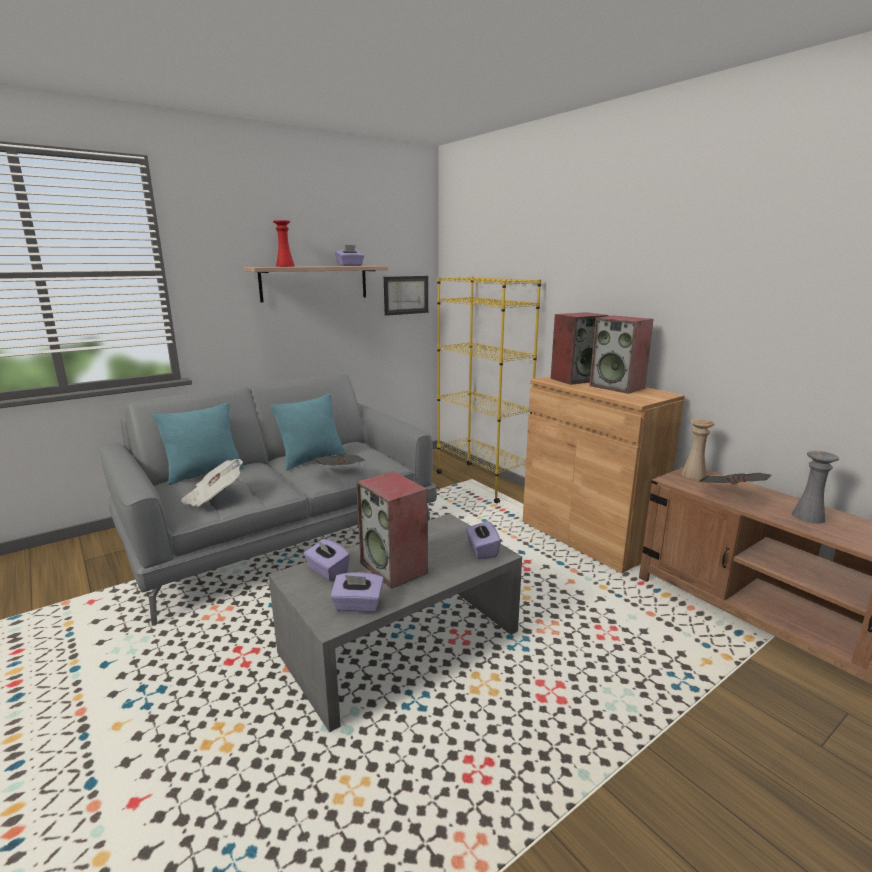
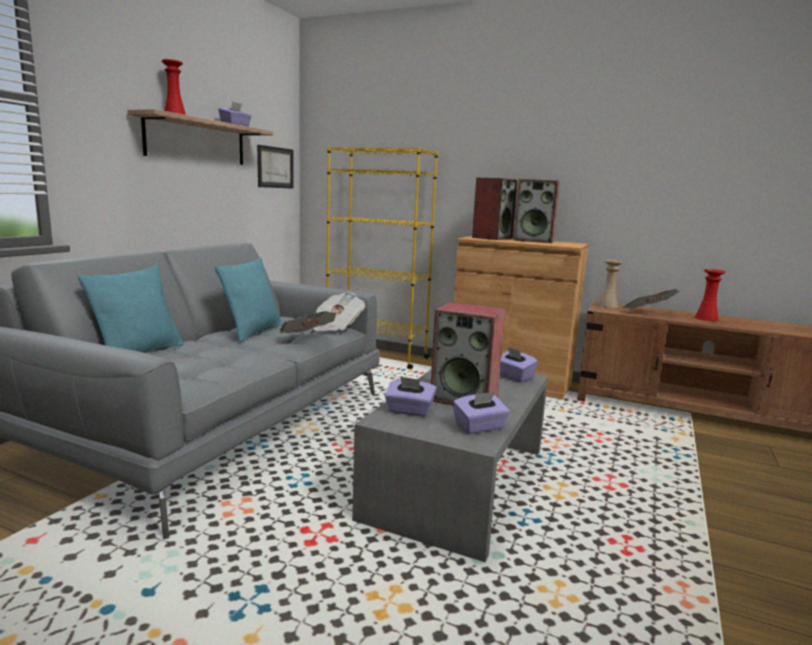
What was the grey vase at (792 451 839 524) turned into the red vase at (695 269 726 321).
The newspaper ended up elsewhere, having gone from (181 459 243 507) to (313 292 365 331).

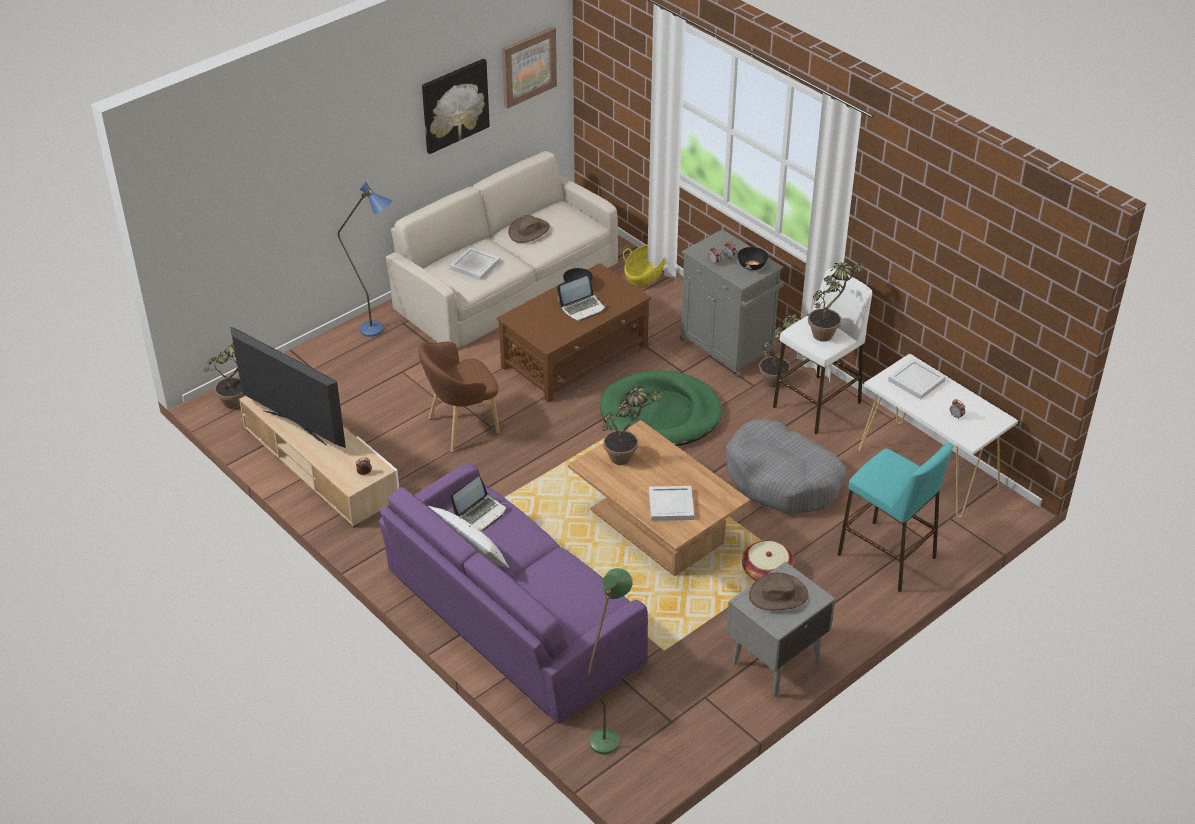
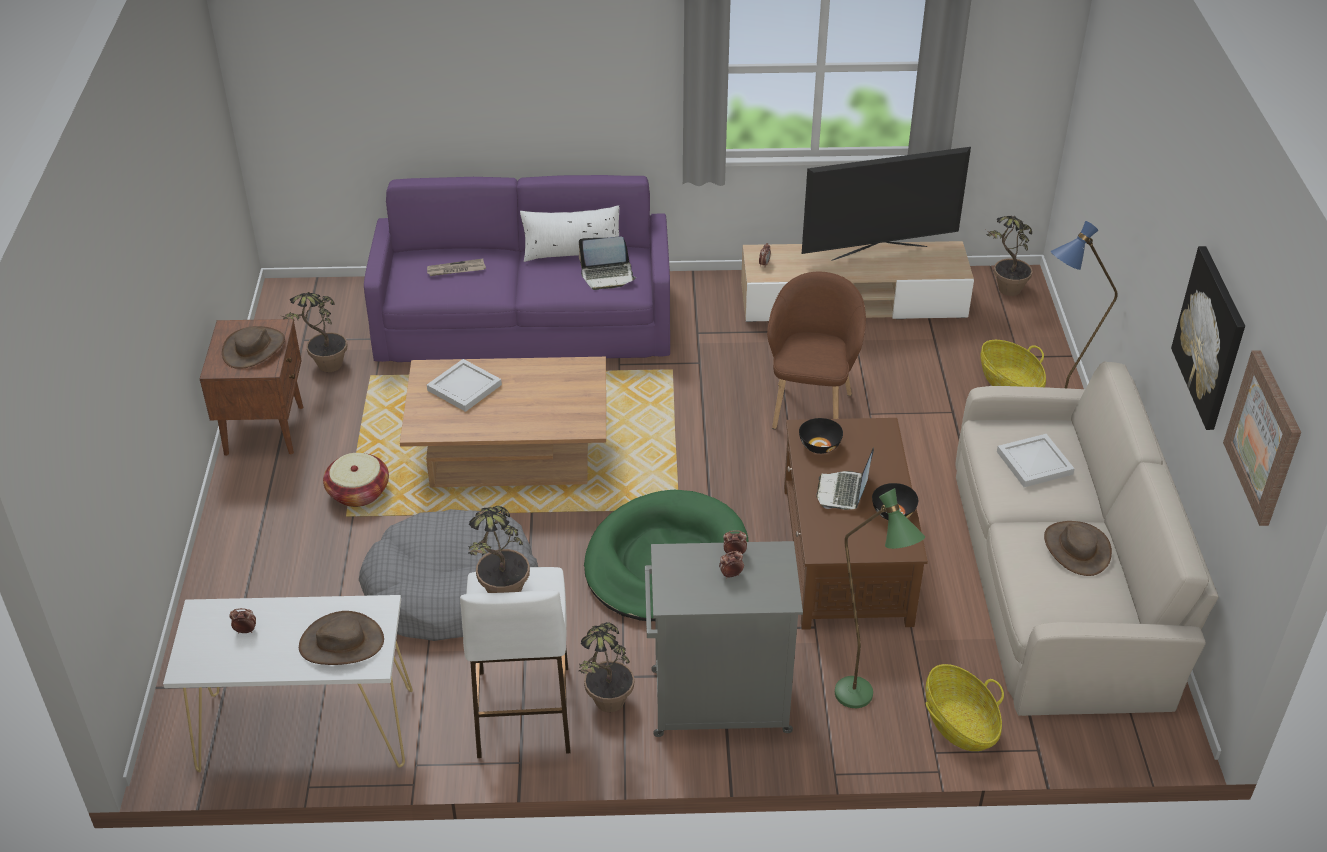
The black bowl ended up elsewhere, having gone from (738 247 768 270) to (799 418 843 454).
Where the white tray stood at (888 358 946 400), the brown hat came to stand at (299 611 384 665).
The potted plant ended up elsewhere, having gone from (602 387 665 465) to (279 292 348 372).
The second view lost the turquoise stool at (837 442 953 592).
The laptop at (450 477 507 530) ended up facing another way, 90 degrees counterclockwise from before.
What was the grey nightstand at (726 562 835 697) turned into the brown nightstand at (200 319 303 456).
The green floor lamp ended up elsewhere, having gone from (588 568 633 755) to (835 488 925 708).
The second view gained the newspaper at (427 258 486 276).
The second view gained the basket at (981 340 1046 387).

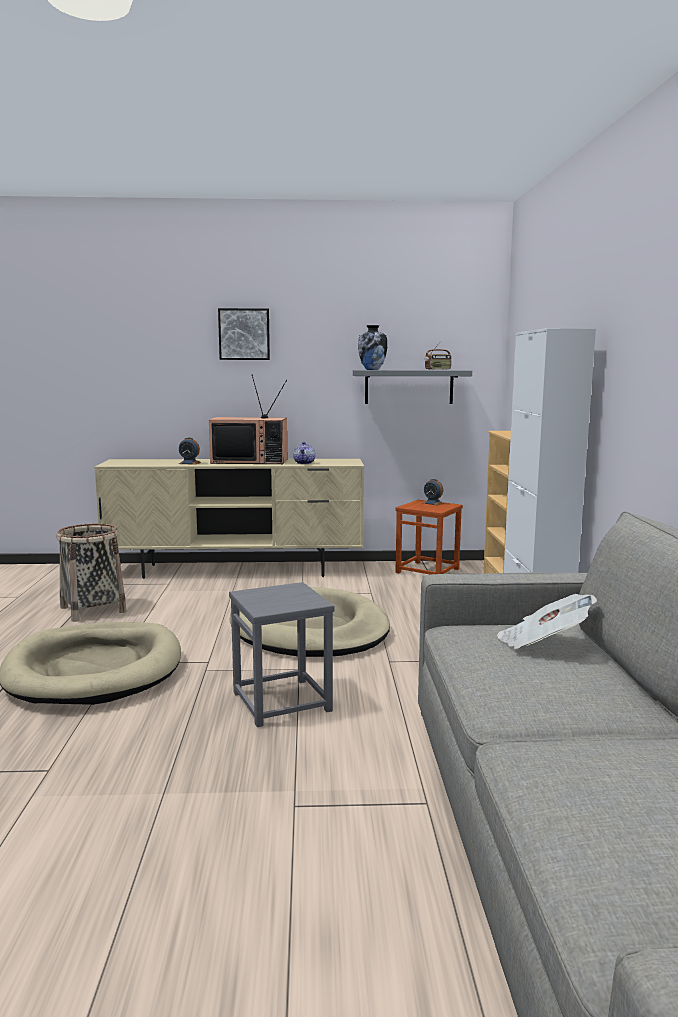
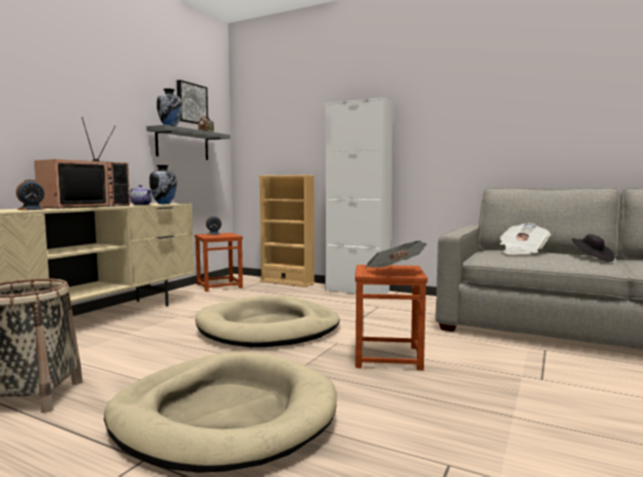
The picture ended up elsewhere, having gone from (218 308 270 360) to (177 80 208 124).
What was the grey stool at (229 582 335 727) turned into the brown stool at (355 265 428 371).
The second view gained the vase at (149 165 177 204).
The second view gained the black hat at (572 234 614 262).
The second view gained the newspaper at (365 241 427 268).

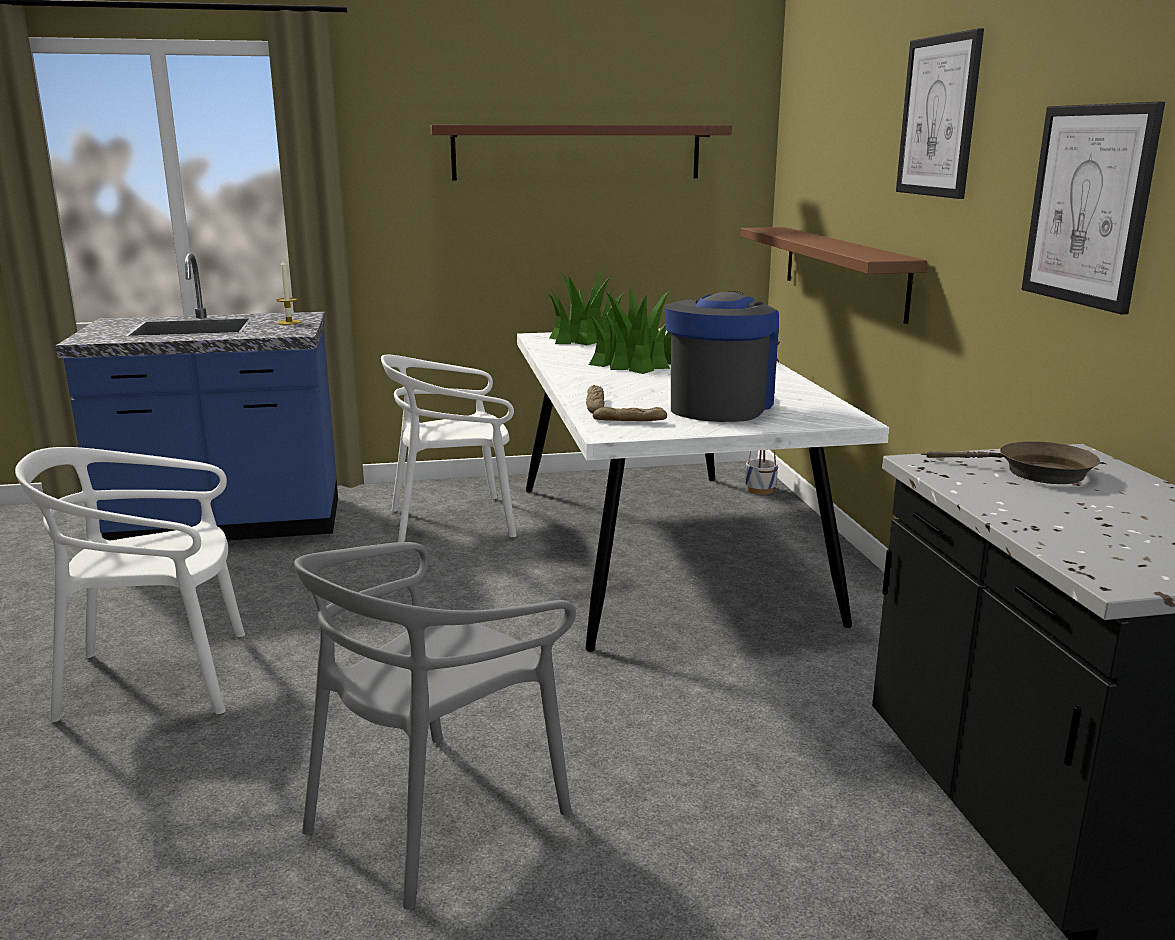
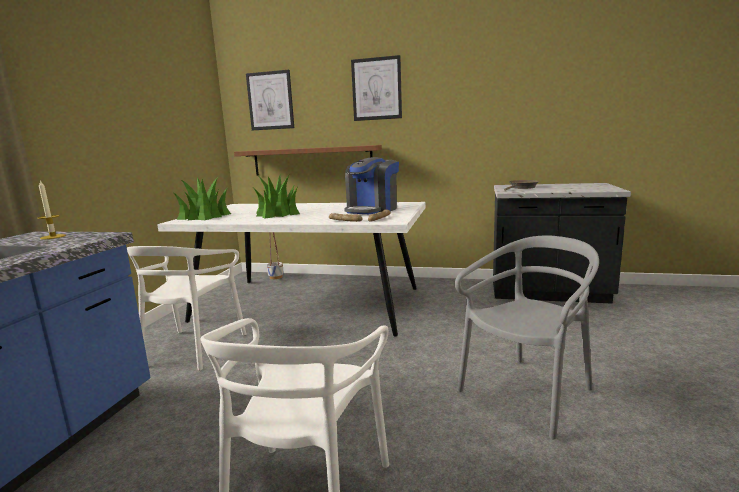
The picture ended up elsewhere, having gone from (1022 102 1165 314) to (246 70 294 130).
The second view lost the brown shelf at (430 125 732 180).
The coffee machine at (665 291 779 422) ended up facing another way, 105 degrees counterclockwise from before.
The grey chair at (294 542 576 910) ended up facing another way, 105 degrees counterclockwise from before.

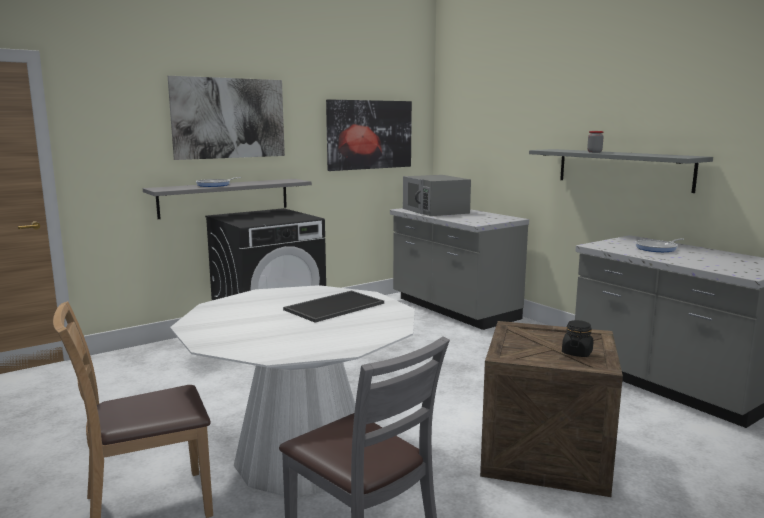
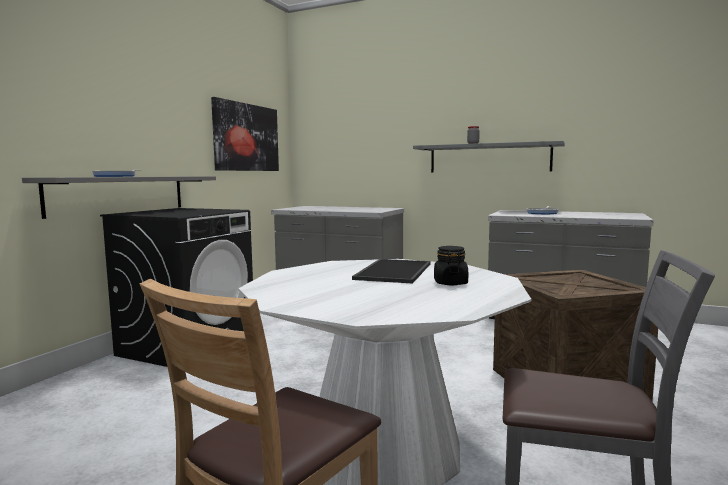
The second view lost the picture at (168 76 285 160).
The second view lost the grey microwave at (403 175 471 216).
The black jar ended up elsewhere, having gone from (562 320 593 357) to (434 246 468 285).

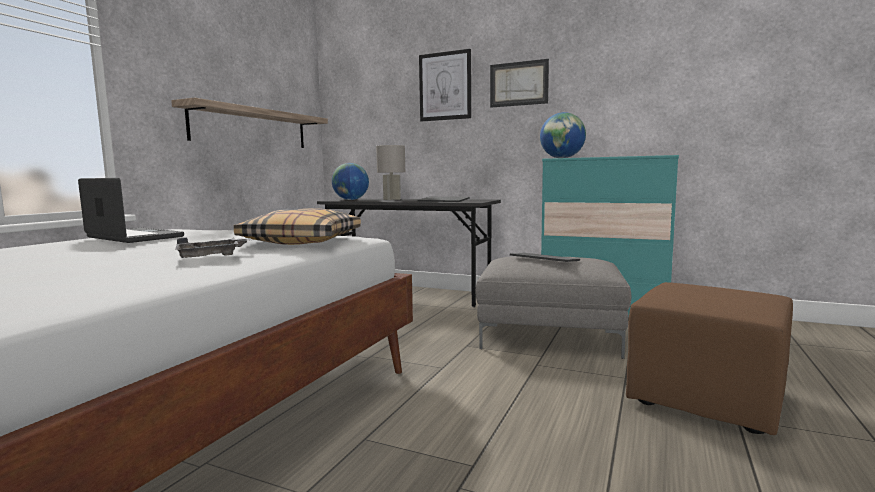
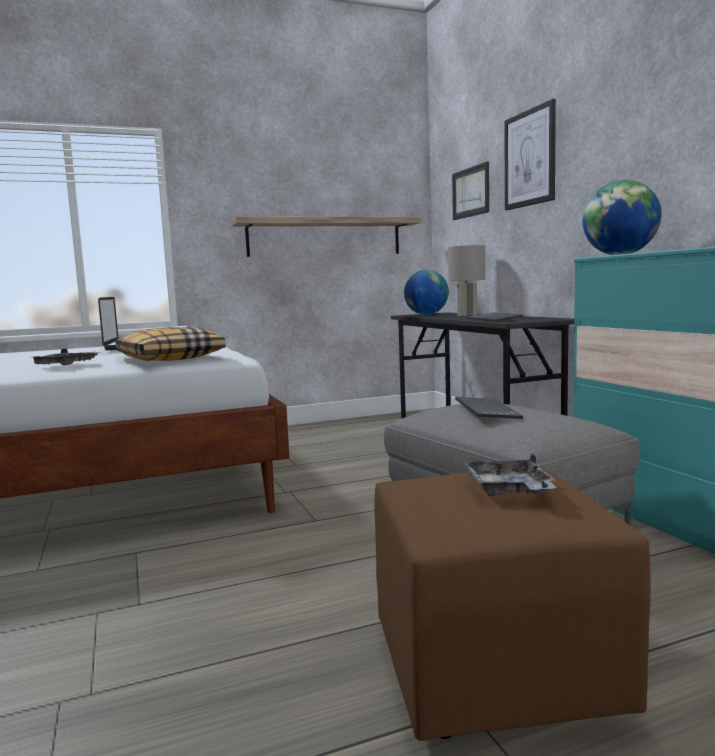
The picture ended up elsewhere, having gone from (490 59 549 108) to (452 161 489 220).
The second view gained the grey tray at (463 453 556 496).

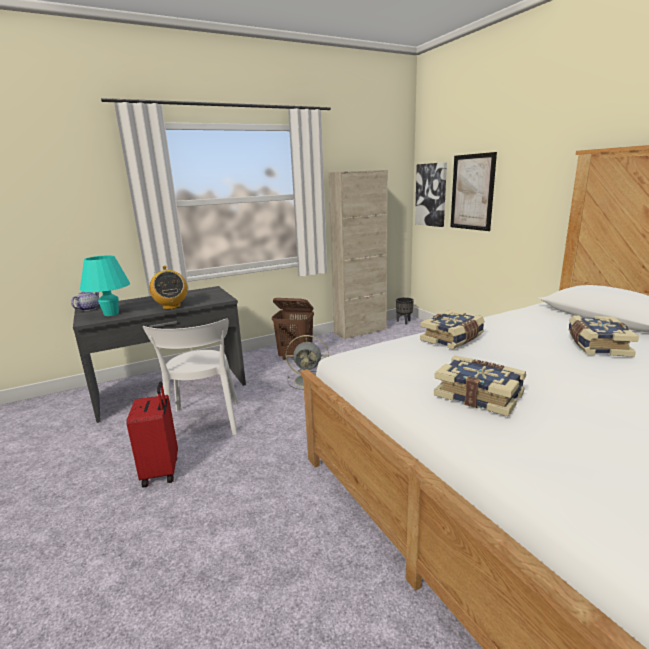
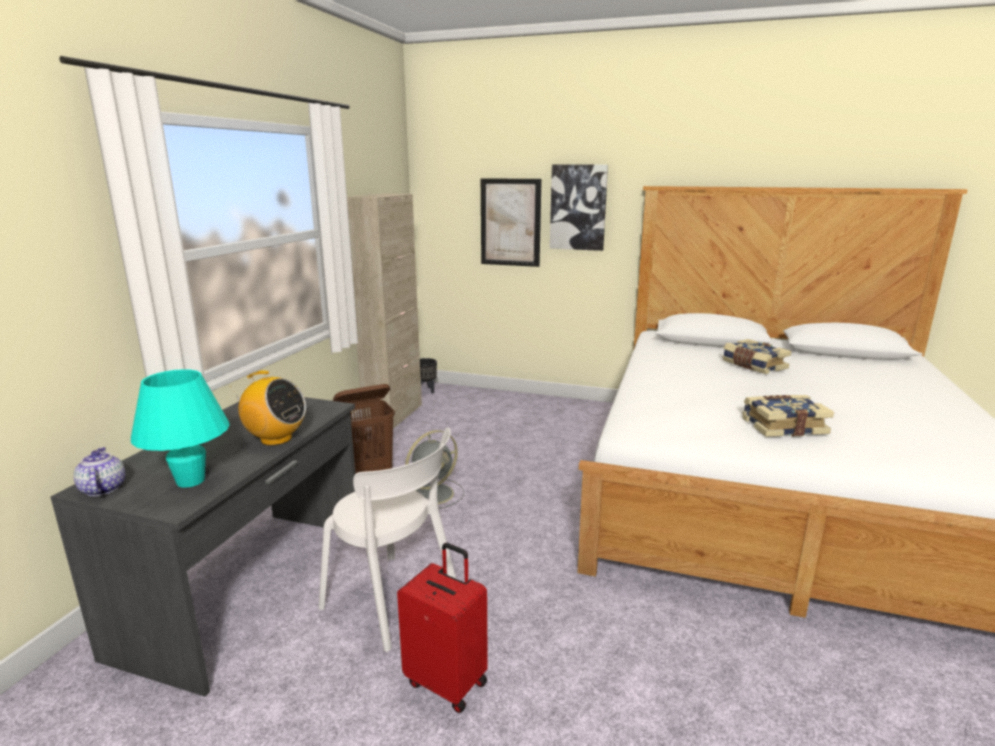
The picture ended up elsewhere, having gone from (415 162 447 227) to (550 165 608 251).
The second view lost the book at (420 310 485 349).

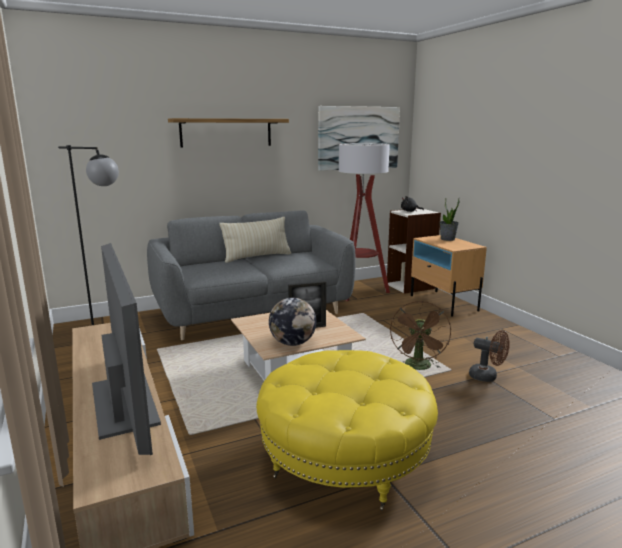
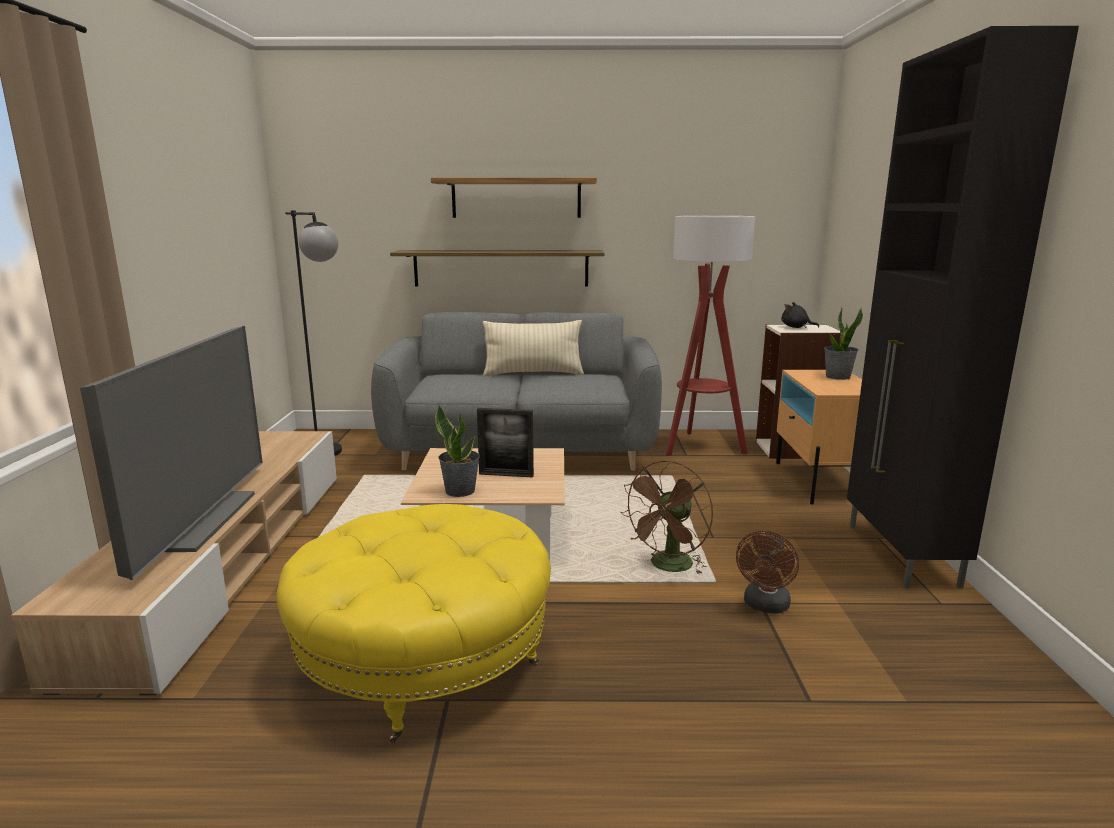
The second view lost the picture at (318 106 400 171).
Where the globe stood at (269 298 316 346), the potted plant came to stand at (435 405 480 497).
The brown fan at (469 330 510 382) ended up facing another way, 60 degrees clockwise from before.
The second view gained the black cabinet at (847 26 1079 589).
The second view gained the shelf at (390 250 605 287).

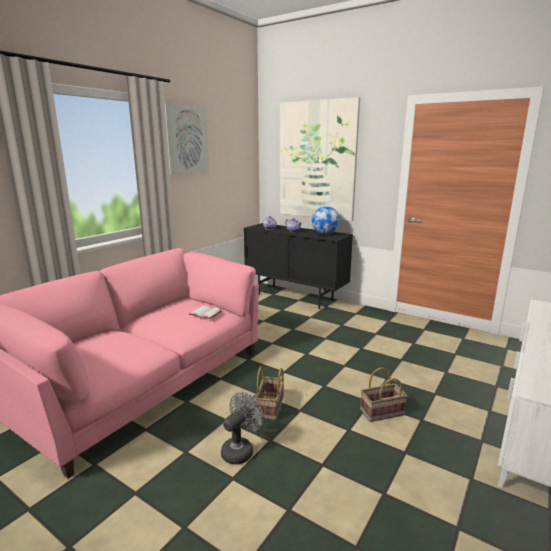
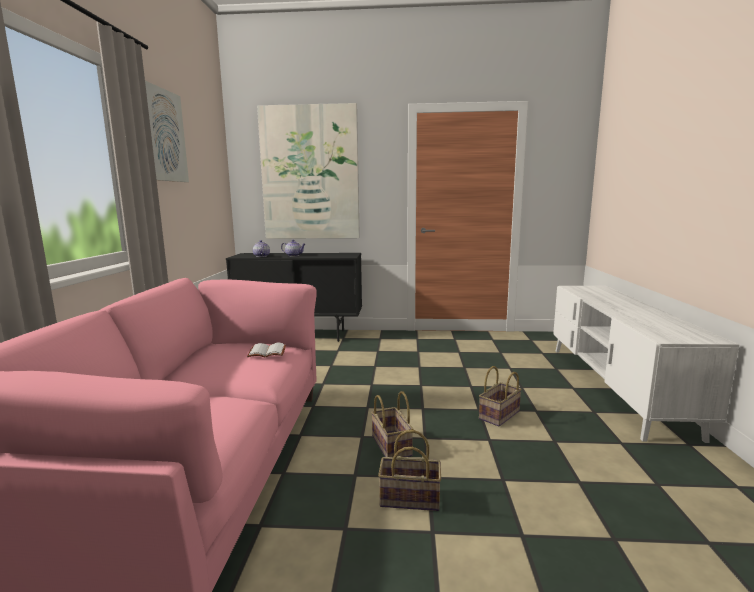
The second view lost the globe at (312 206 340 235).
Where the grey fan stood at (221 392 264 465), the basket came to stand at (378 430 441 511).

